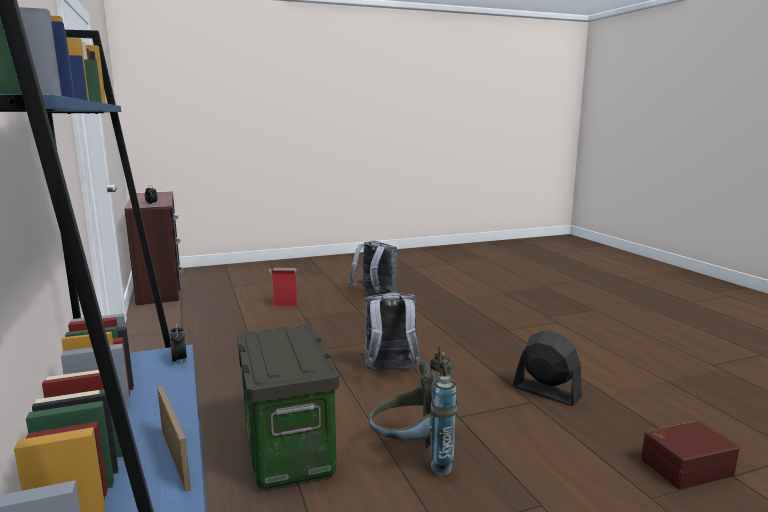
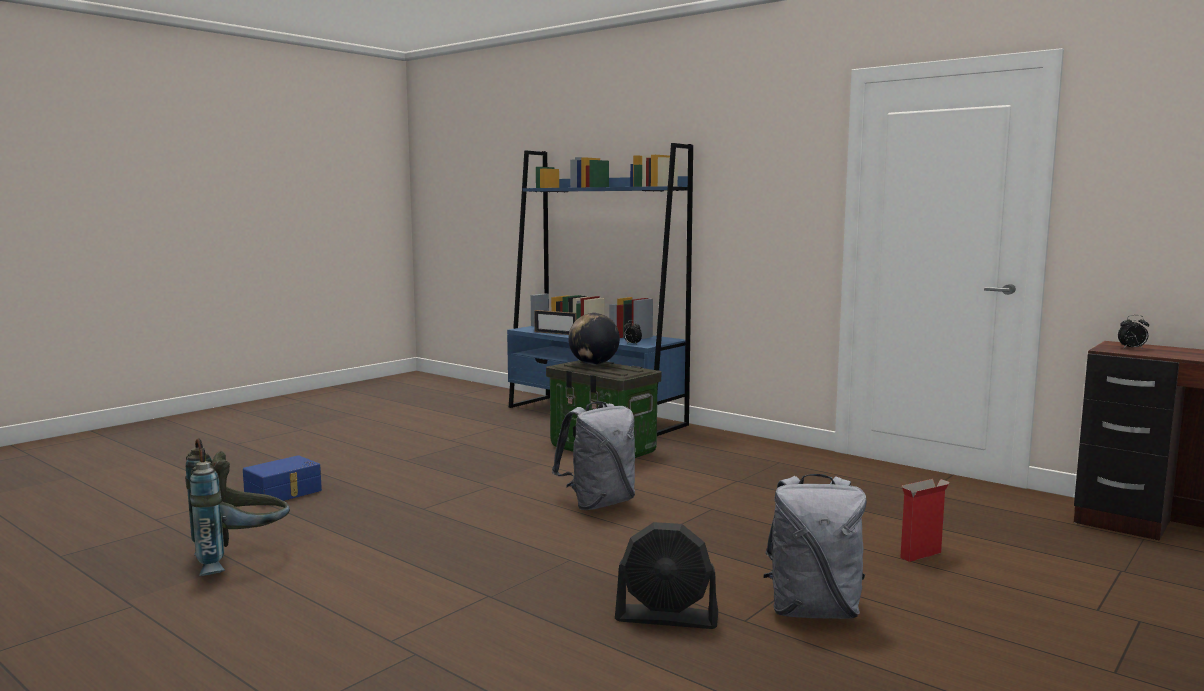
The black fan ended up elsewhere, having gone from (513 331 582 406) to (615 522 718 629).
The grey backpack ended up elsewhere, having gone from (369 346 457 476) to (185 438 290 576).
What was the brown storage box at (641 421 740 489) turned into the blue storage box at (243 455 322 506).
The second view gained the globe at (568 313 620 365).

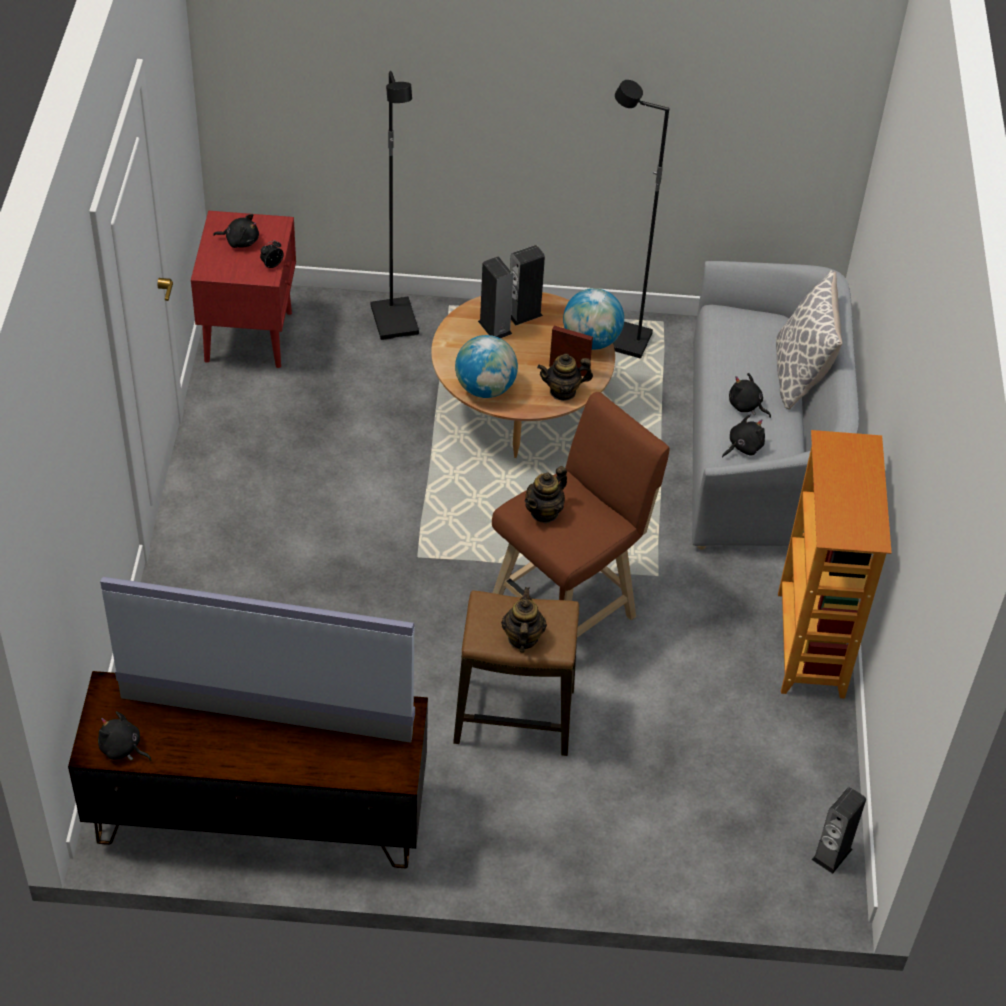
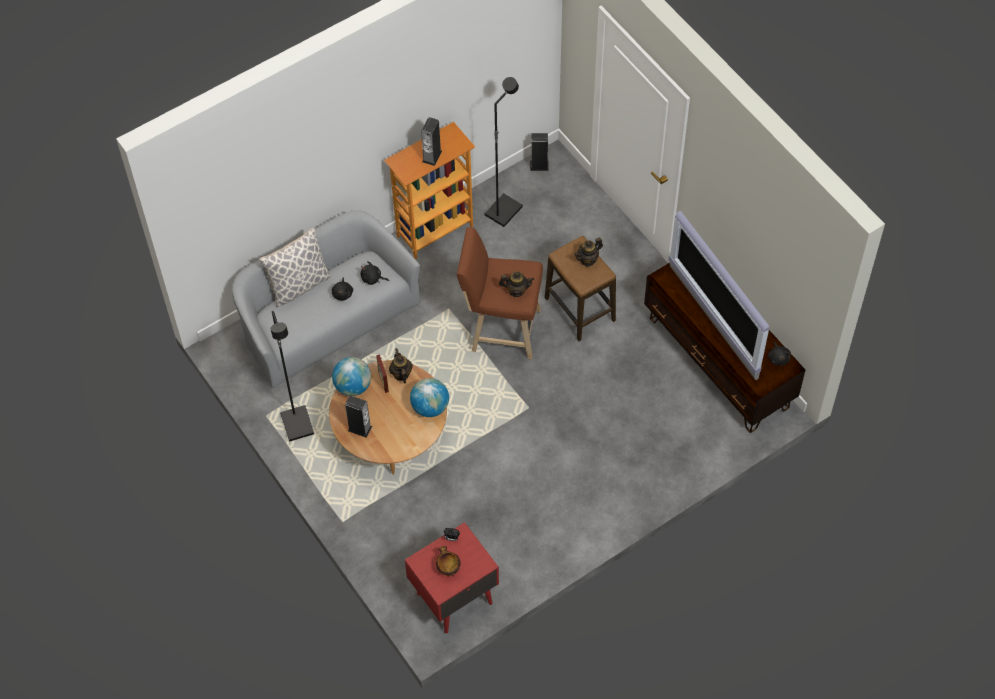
The black floor lamp ended up elsewhere, having gone from (371 71 419 340) to (485 77 523 227).
Where the black plush toy stood at (213 214 259 248), the bowl came to stand at (436 546 460 576).
The speaker ended up elsewhere, having gone from (478 256 513 338) to (421 117 442 166).
The teapot at (537 354 593 401) ended up facing another way, 150 degrees counterclockwise from before.

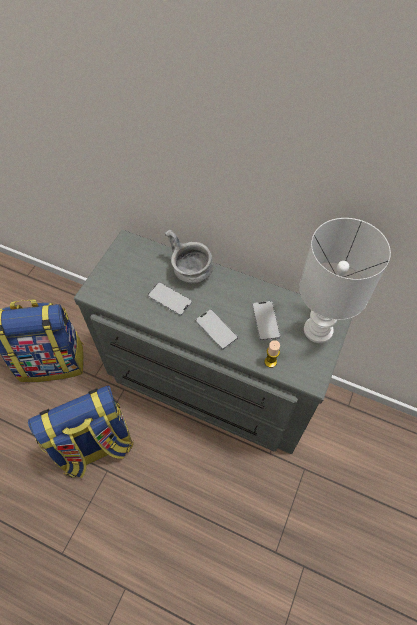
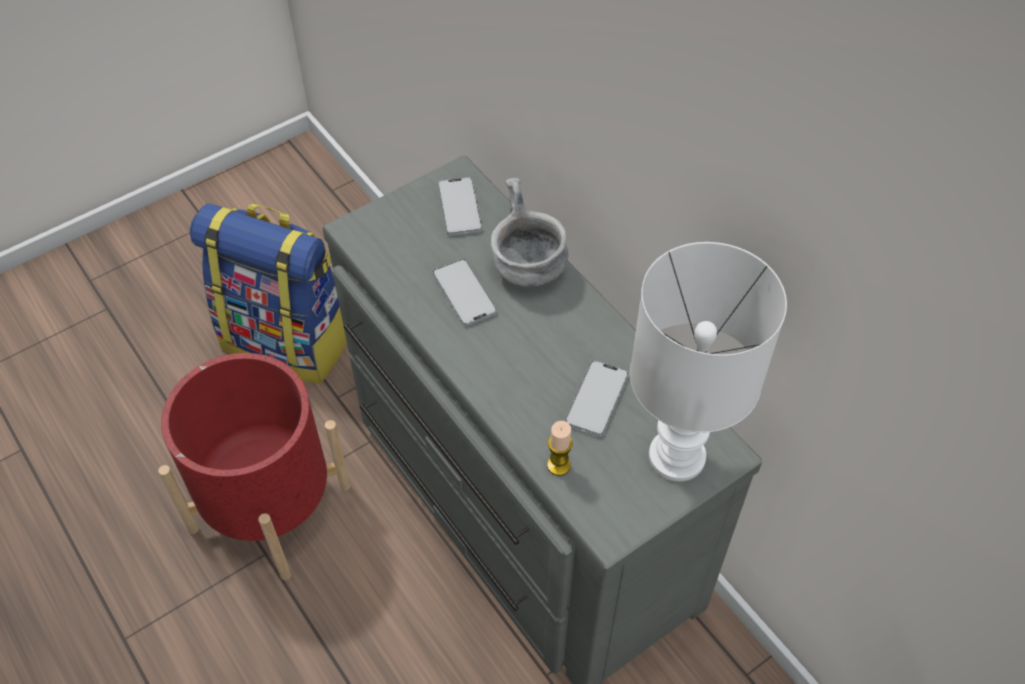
The phone ended up elsewhere, having gone from (196 309 238 350) to (438 177 482 236).
Where the backpack stood at (28 385 134 478), the red planter came to stand at (158 353 350 580).

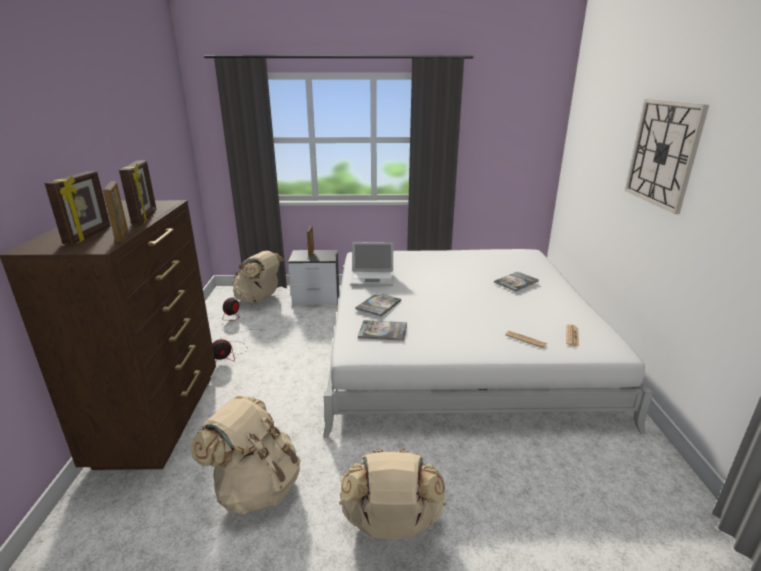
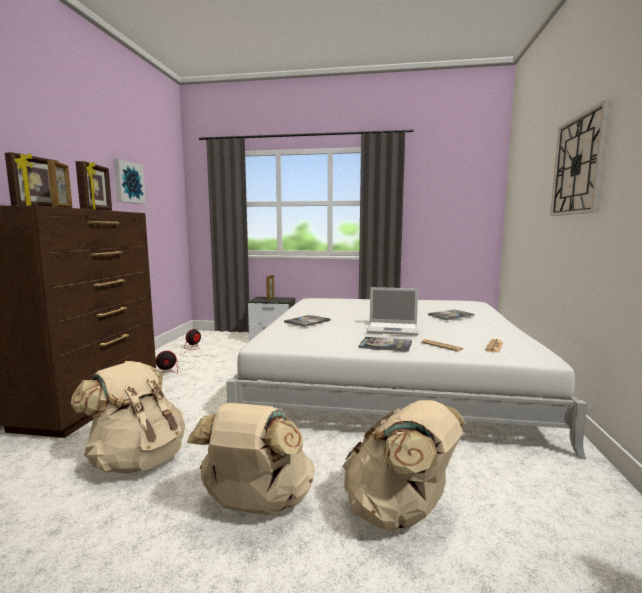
The laptop ended up elsewhere, having gone from (351 242 393 286) to (367 287 418 335).
The beige backpack ended up elsewhere, having gone from (232 251 284 303) to (342 400 465 531).
The book ended up elsewhere, having gone from (358 320 407 341) to (358 337 412 352).
The second view gained the picture at (114 159 146 204).

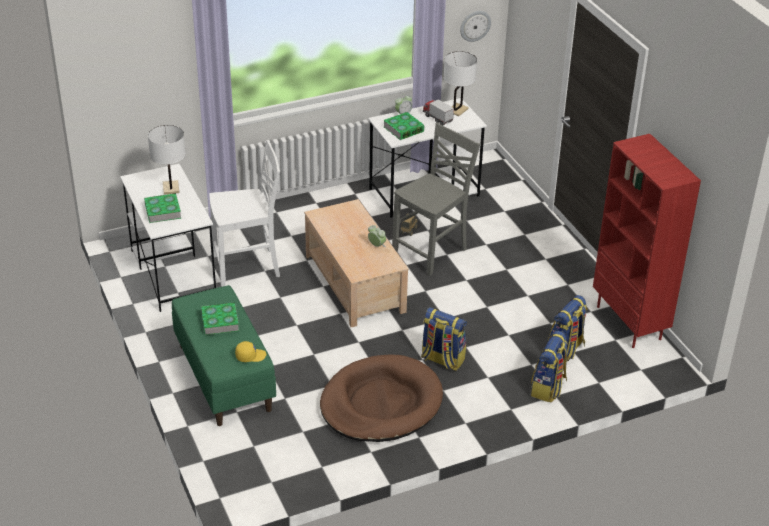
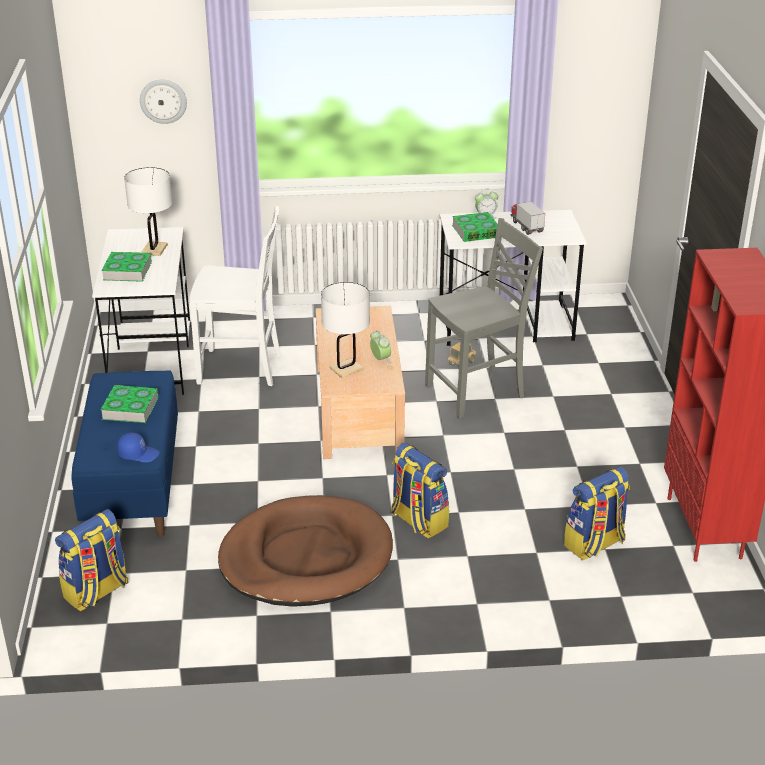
The wall clock ended up elsewhere, having gone from (460 11 491 42) to (140 80 187 124).
The white table lamp ended up elsewhere, having gone from (444 51 477 116) to (321 282 370 378).
What was the green bench at (172 285 276 426) turned into the blue bench at (72 371 178 537).
The backpack ended up elsewhere, having gone from (531 331 568 403) to (55 509 128 611).
What was the yellow cap at (235 341 266 362) turned into the blue cap at (117 433 160 462).

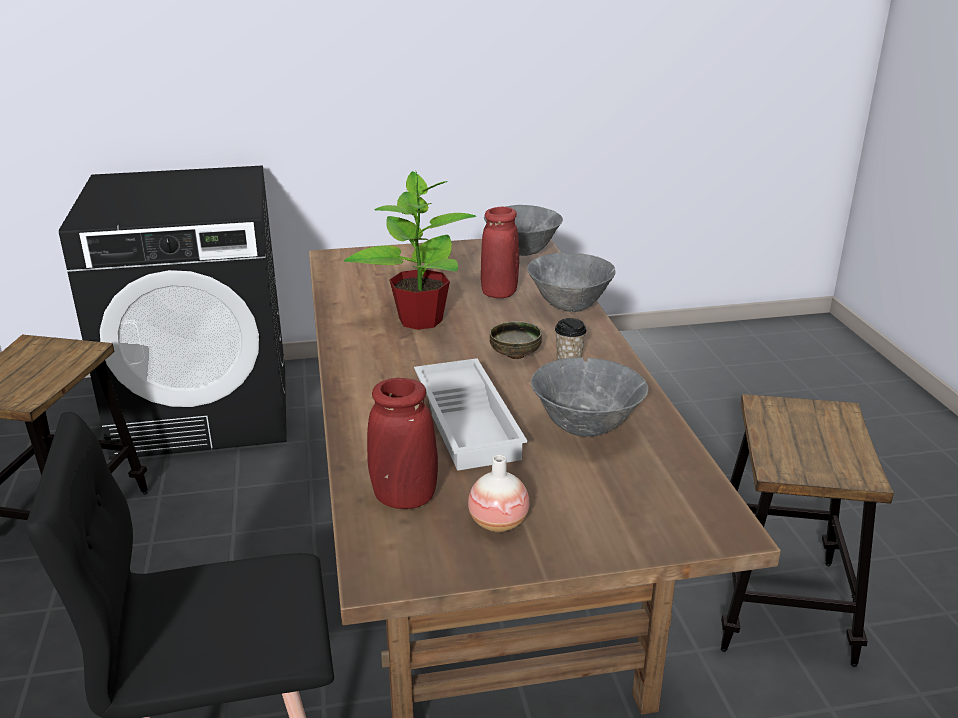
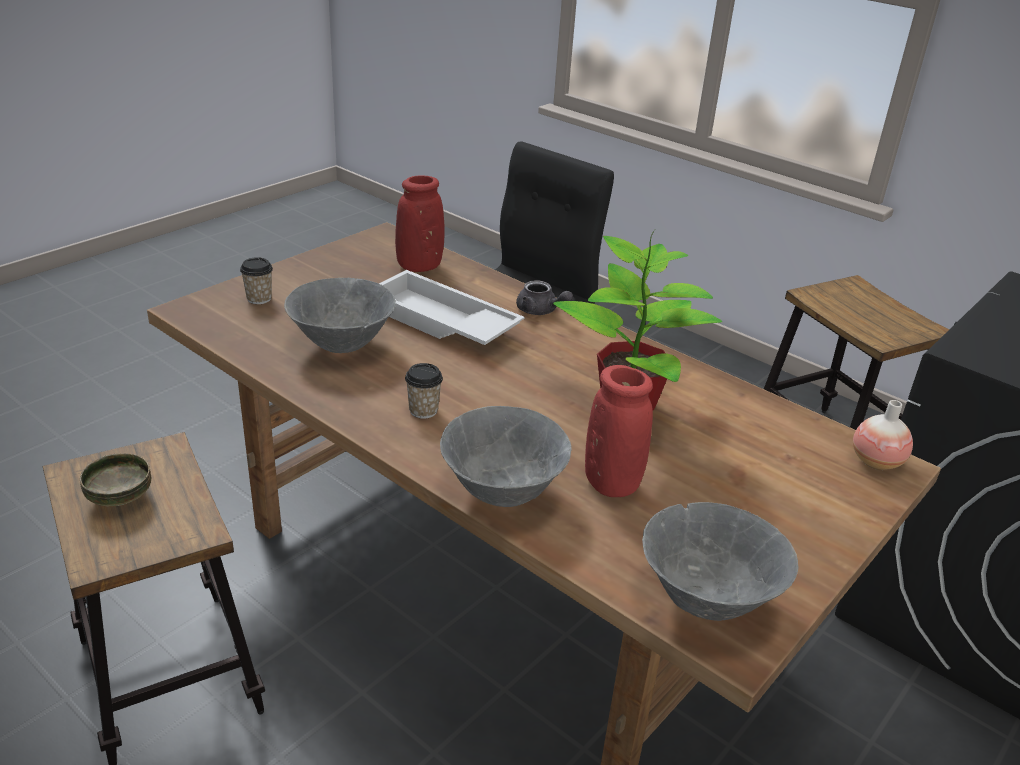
The bowl ended up elsewhere, having gone from (490 321 542 359) to (80 453 151 506).
The vase ended up elsewhere, having gone from (468 455 529 532) to (853 400 913 470).
The second view gained the cup at (240 257 273 304).
The second view gained the grey teapot at (516 280 573 315).

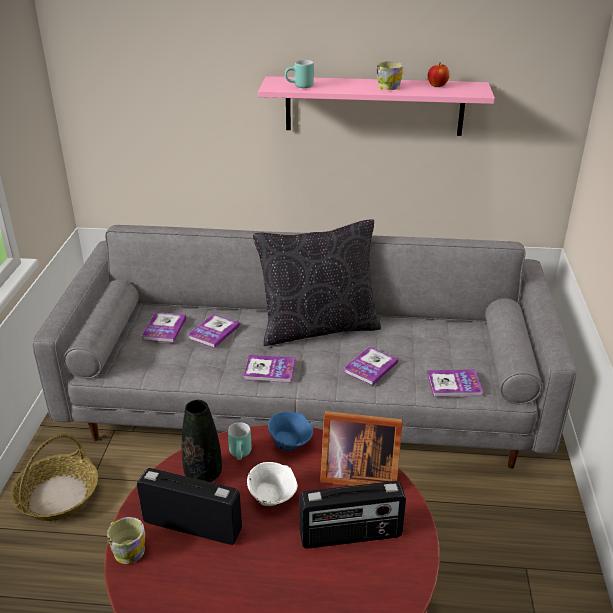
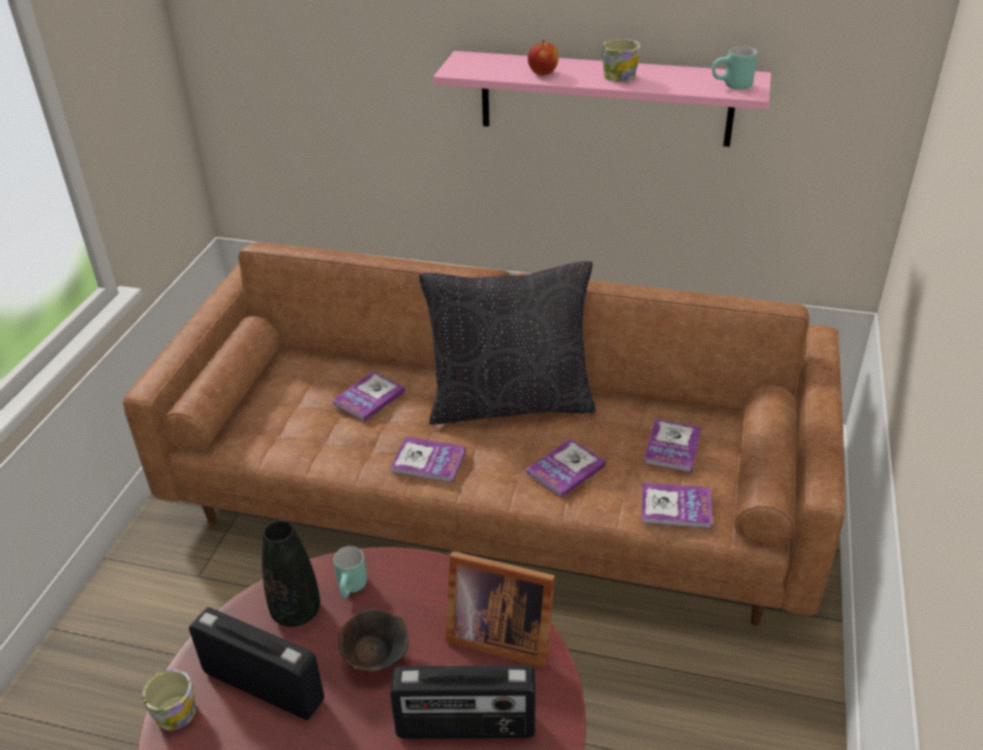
The turquoise mug ended up elsewhere, having gone from (285 60 314 88) to (712 46 757 90).
The apple ended up elsewhere, having gone from (428 62 450 87) to (528 40 559 75).
What was the grey sofa at (32 225 576 469) turned into the brown sofa at (123 242 845 626).
The book ended up elsewhere, having gone from (142 312 186 343) to (643 419 701 473).
The second view lost the blue bowl at (268 411 313 451).
The second view lost the basket at (10 434 98 521).
What was the white bowl at (247 462 298 506) turned into the brown bowl at (339 609 409 672).

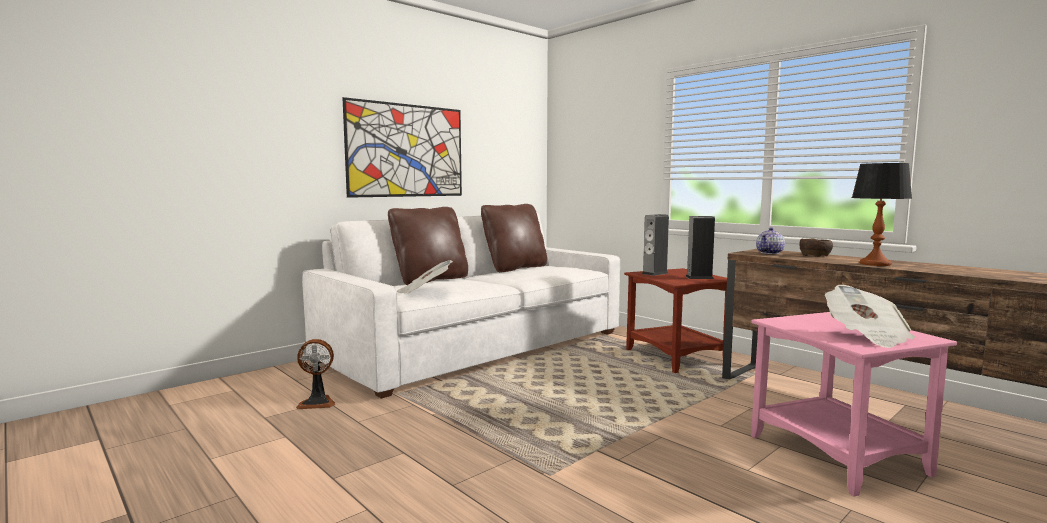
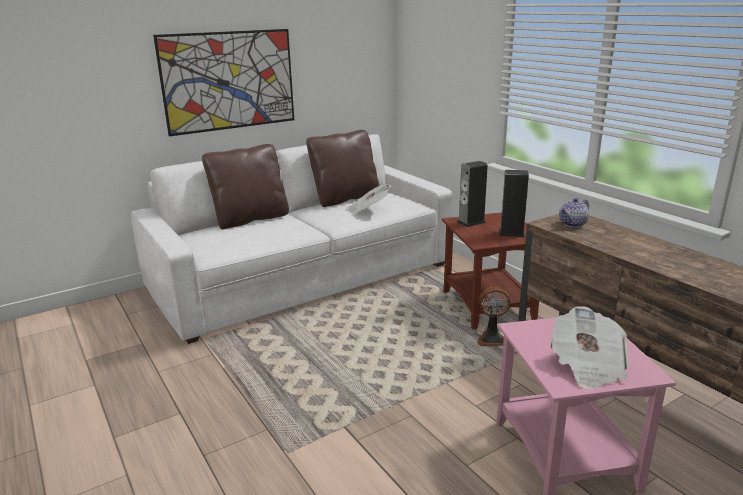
The second view lost the table lamp at (852 163 912 266).
The second view lost the brown bowl at (799 238 833 257).
The newspaper ended up elsewhere, having gone from (397 260 453 294) to (346 184 391 214).
The fan ended up elsewhere, having gone from (296 339 335 409) to (477 287 510 346).

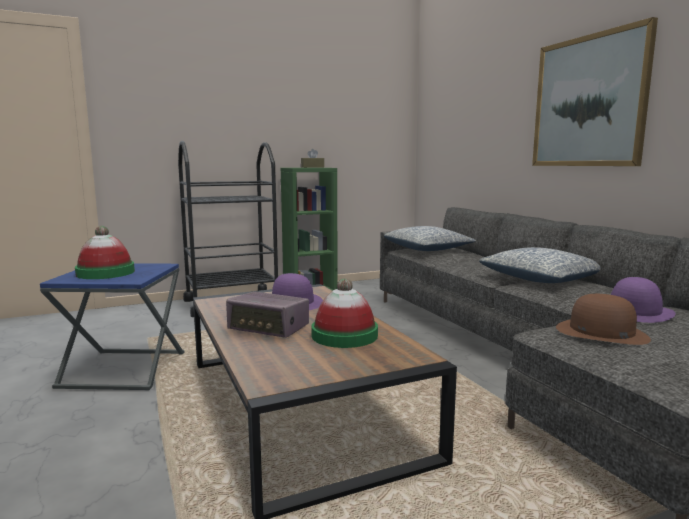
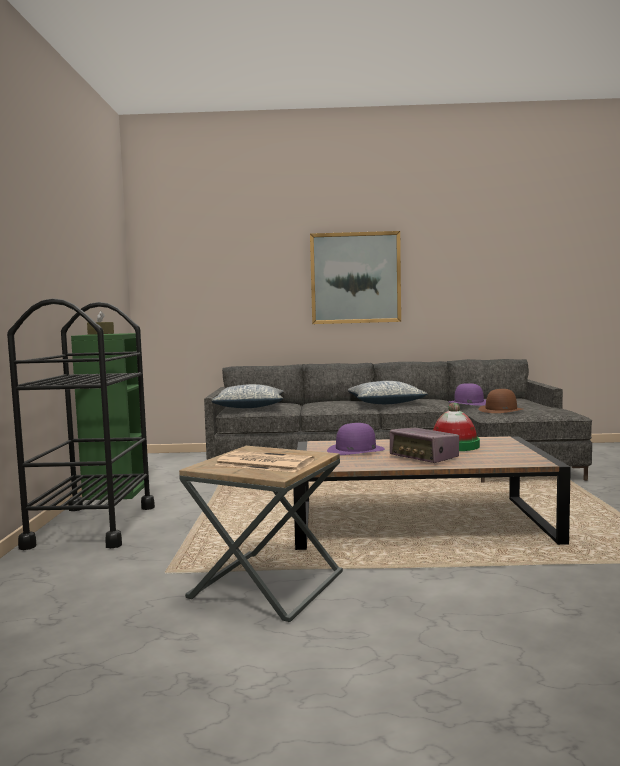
Where the hat stood at (75 226 135 279), the newspaper came to stand at (215 451 315 472).
What was the blue side table at (40 263 185 390) turned into the brown side table at (179 446 343 622).
The radio at (226 292 309 338) ended up facing another way, 90 degrees clockwise from before.

